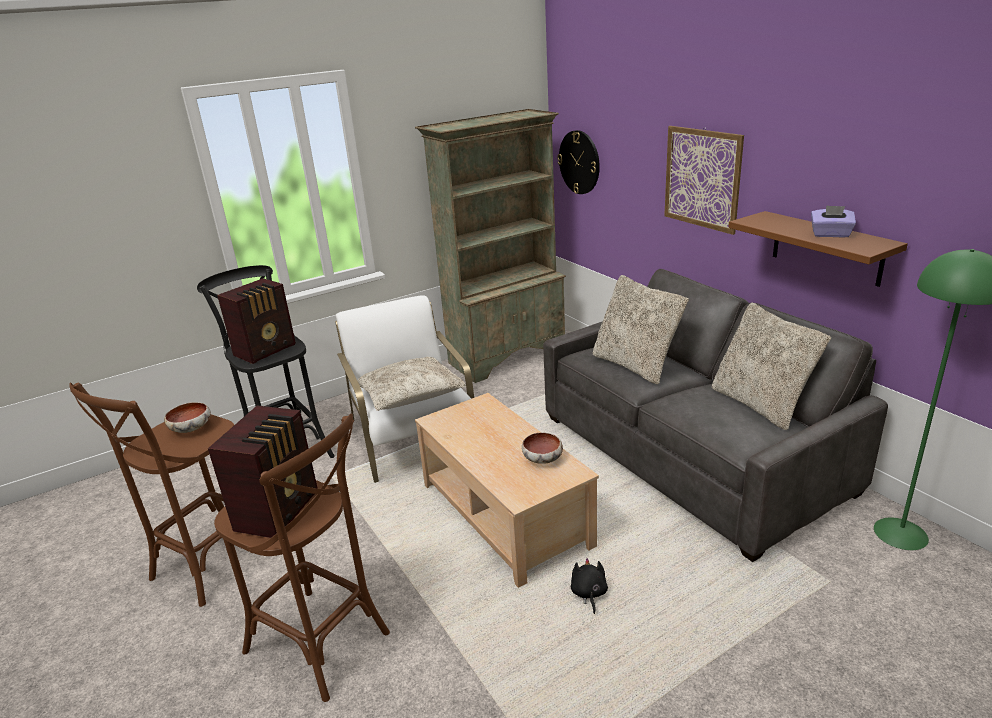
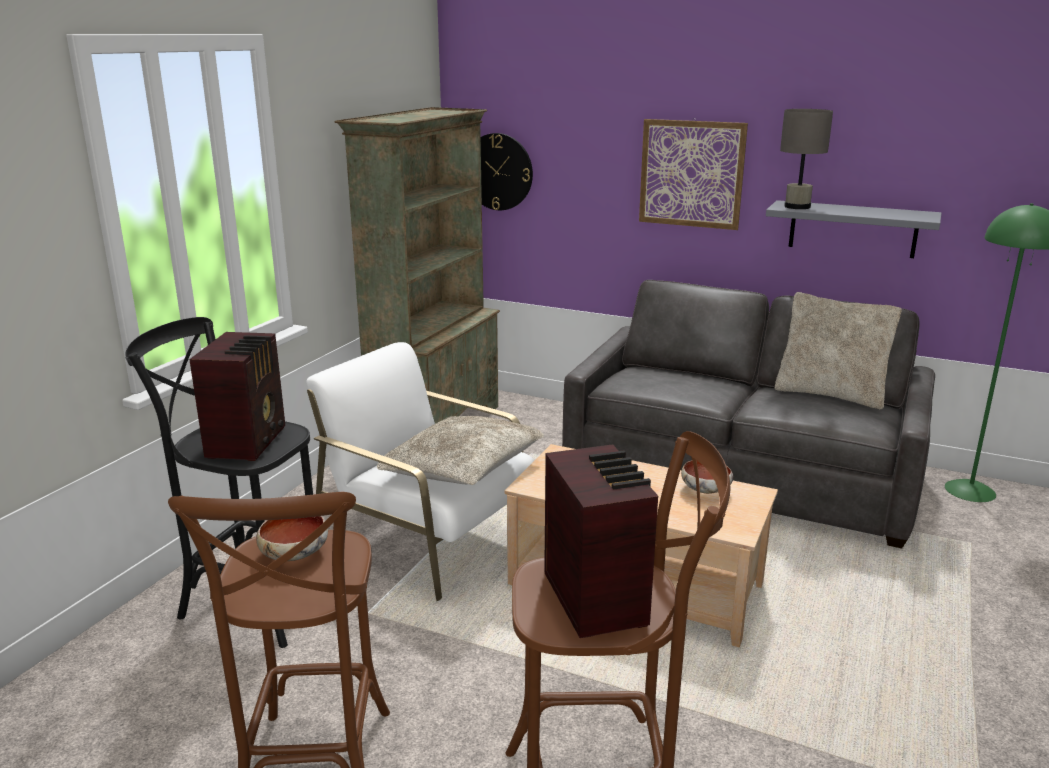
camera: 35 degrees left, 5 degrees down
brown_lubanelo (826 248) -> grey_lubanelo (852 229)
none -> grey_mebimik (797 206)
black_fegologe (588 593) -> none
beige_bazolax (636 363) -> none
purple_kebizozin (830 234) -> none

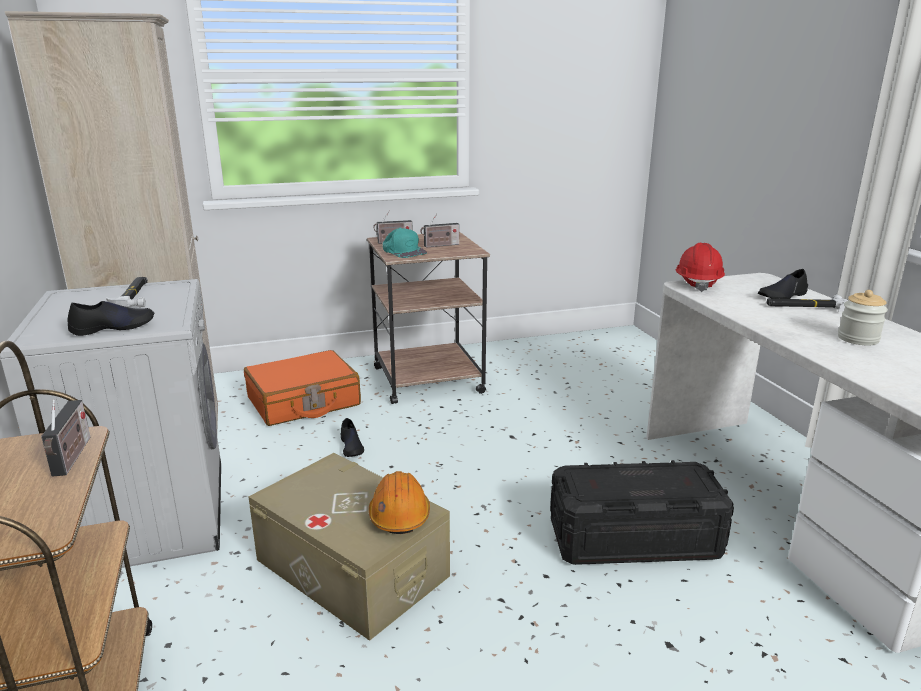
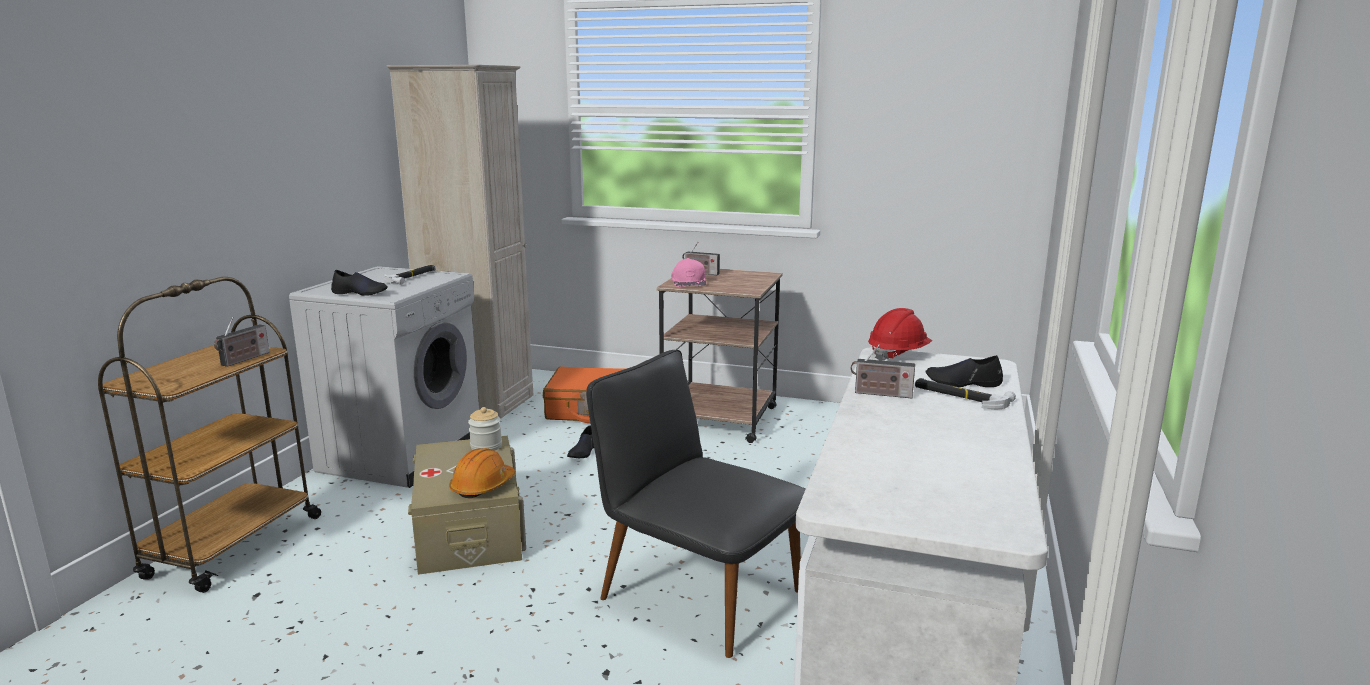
camera: 35 degrees right, 5 degrees down
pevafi (858 339) -> pevafi (486 446), relocated
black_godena (633 539) -> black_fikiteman (701 594)
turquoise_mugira (403 251) -> pink_mugira (689 282)
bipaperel (440 245) -> bipaperel (880 394), relocated

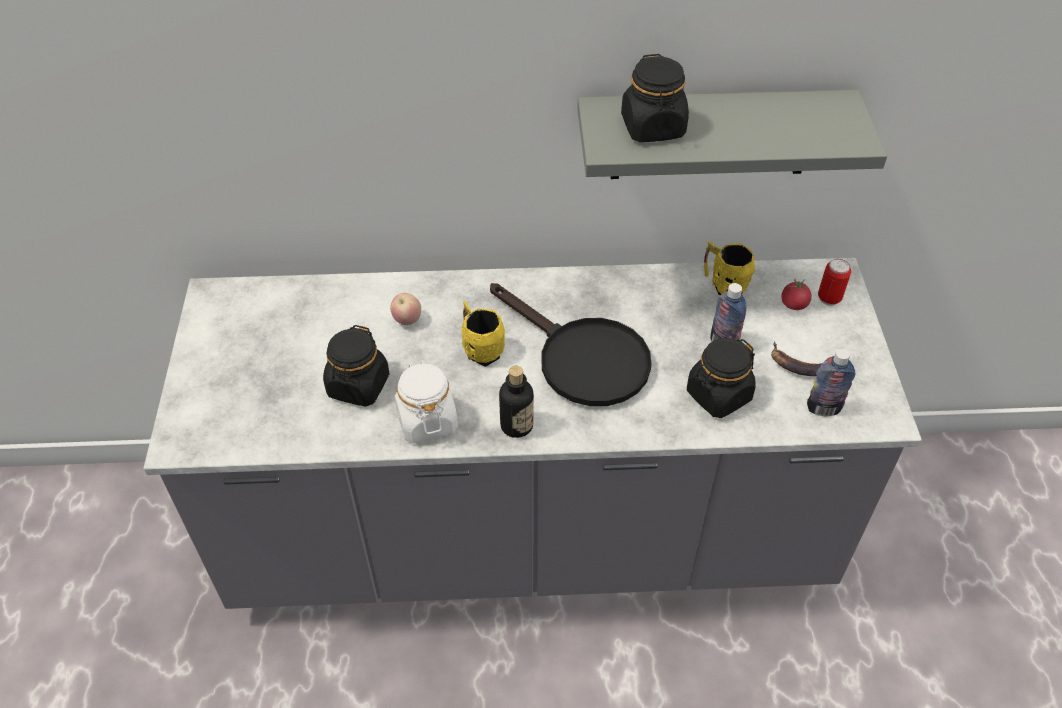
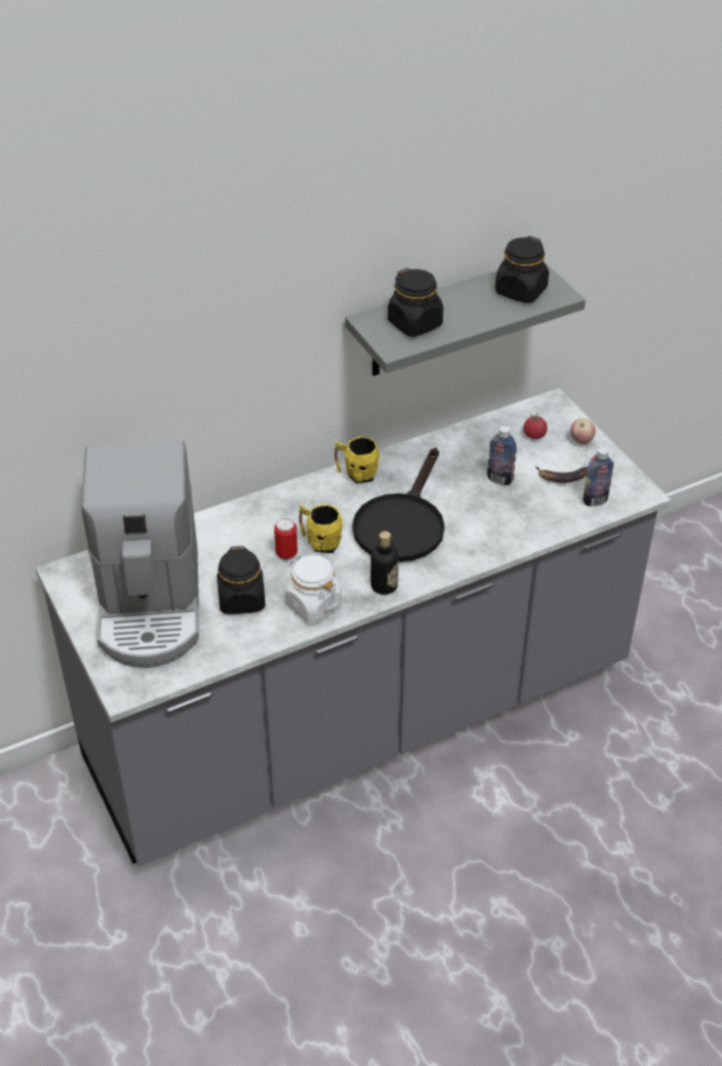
camera: 25 degrees left, 5 degrees down
none -> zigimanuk (151 604)
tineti (829 299) -> tineti (286 554), relocated
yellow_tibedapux (724 284) -> yellow_tibedapux (356 473), relocated
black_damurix (581 358) -> black_damurix (402 523), 90 degrees clockwise
black_pevafi (718 395) -> black_pevafi (520 291), relocated
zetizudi (407 320) -> zetizudi (581 441), relocated

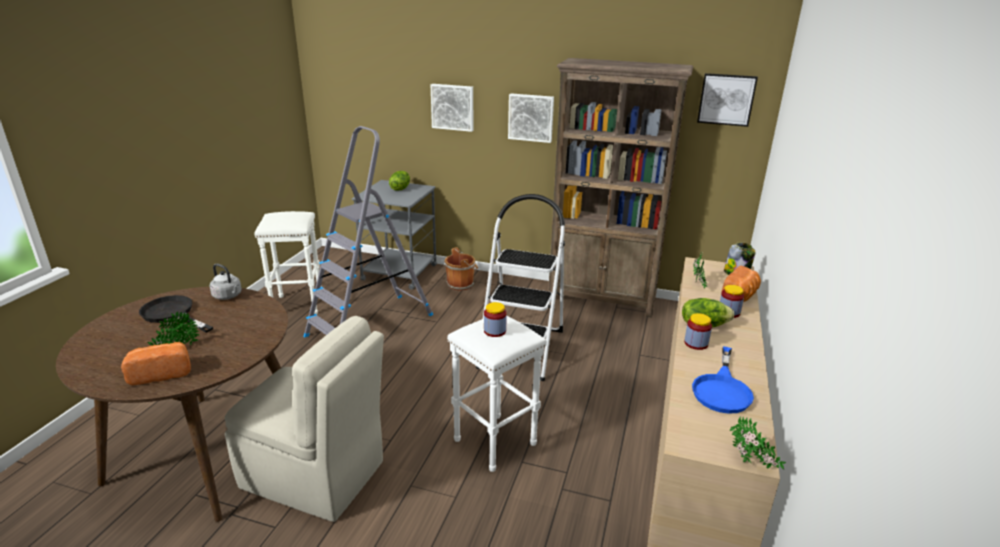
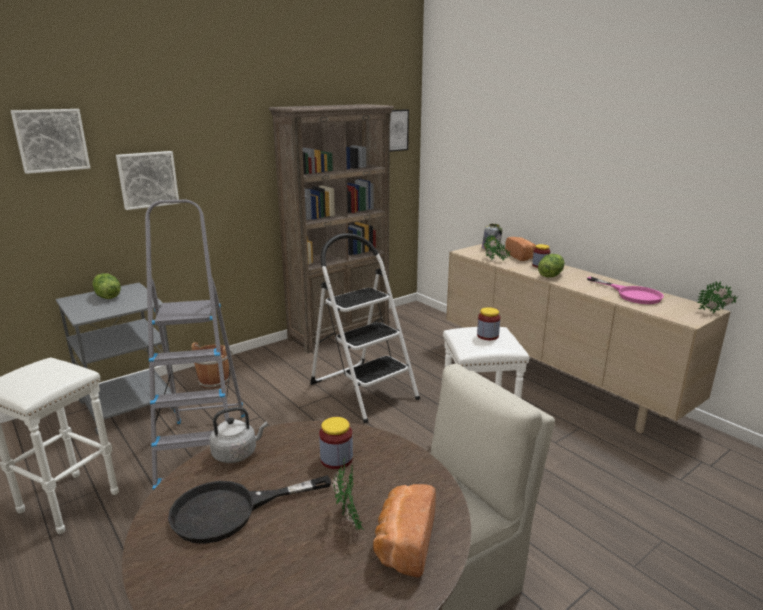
camera: 55 degrees left, 5 degrees down
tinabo (531 117) -> tinabo (51 140), relocated
pevafi (696 343) -> pevafi (336 459), relocated
blue_damurix (722 389) -> pink_damurix (632 294)

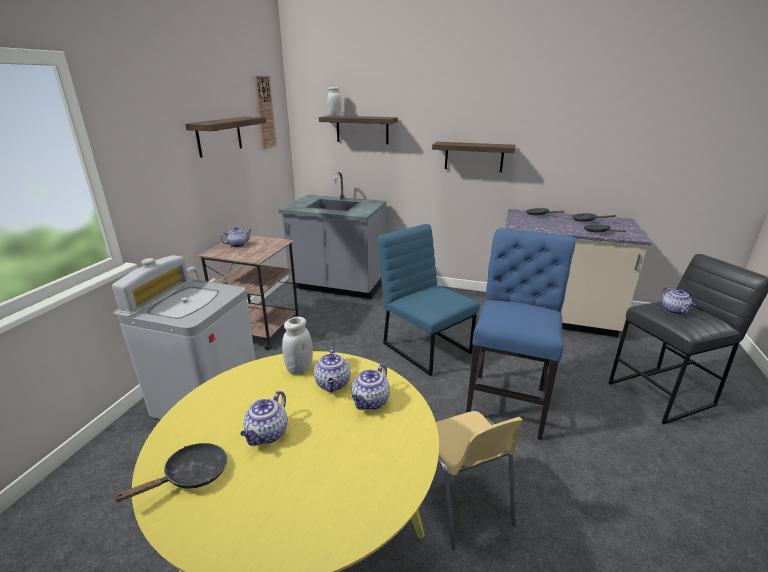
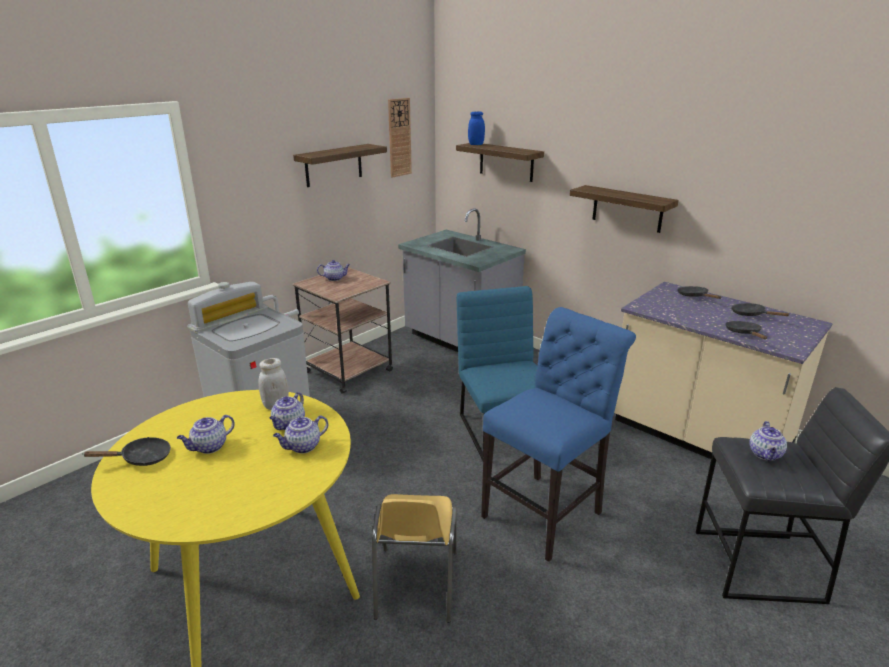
camera: 25 degrees right, 0 degrees up
white_pevafi (335 116) -> blue_pevafi (476 144)

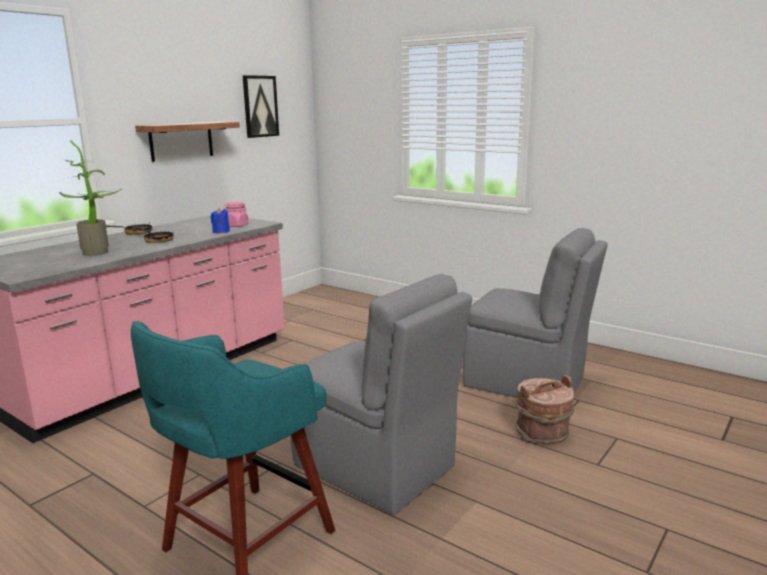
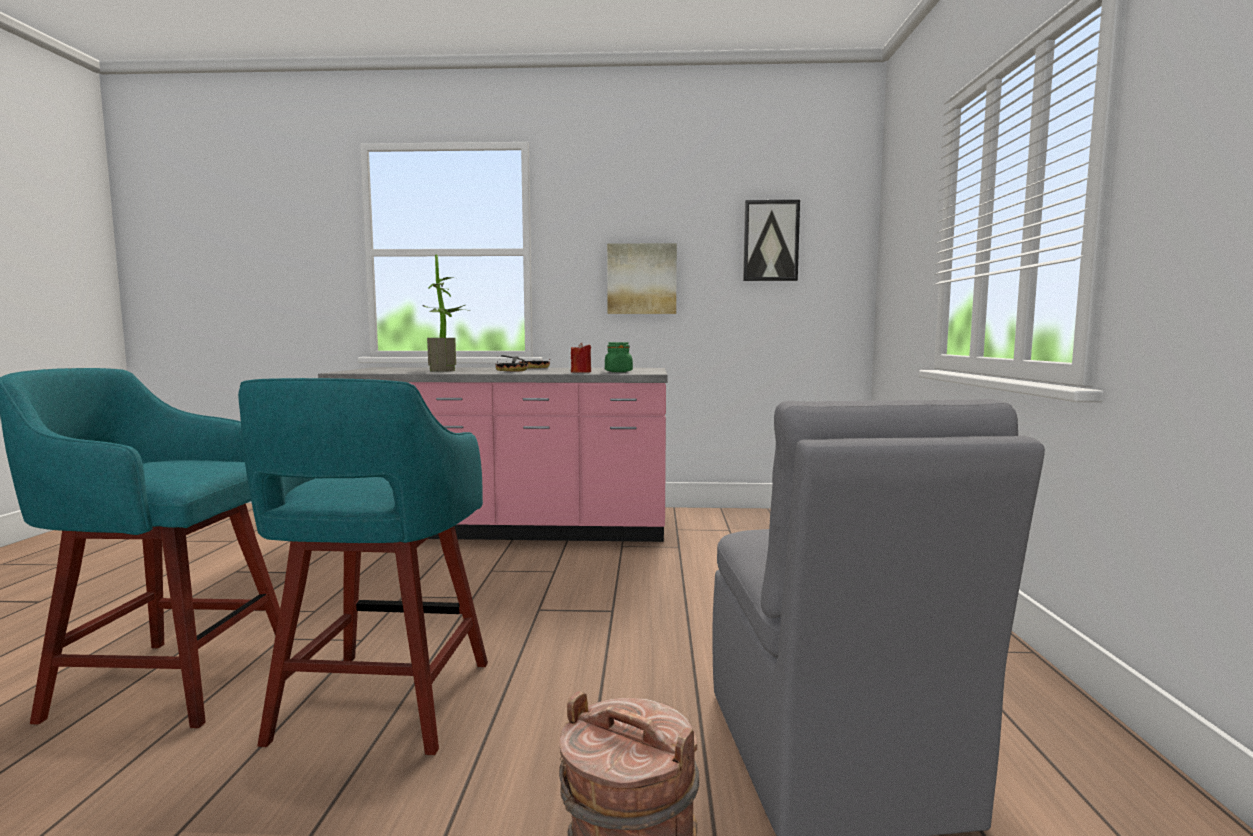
camera: 55 degrees right, 10 degrees down
grey_fikiteman (377 468) -> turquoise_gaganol (381 705)
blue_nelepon (221 232) -> red_nelepon (581 372)
pink_pevafi (236 225) -> green_pevafi (618 371)
lubanelo (181 141) -> tinabo (641 279)

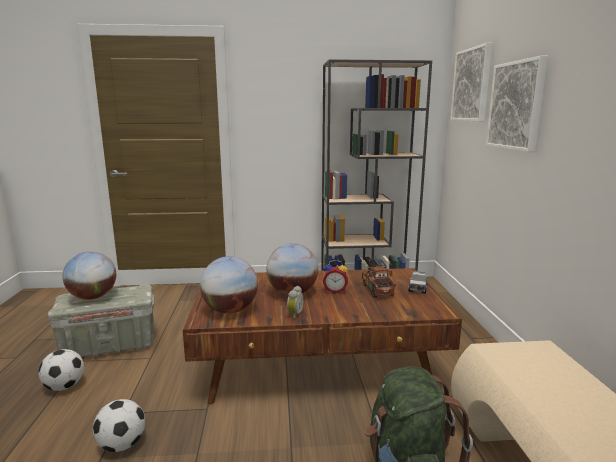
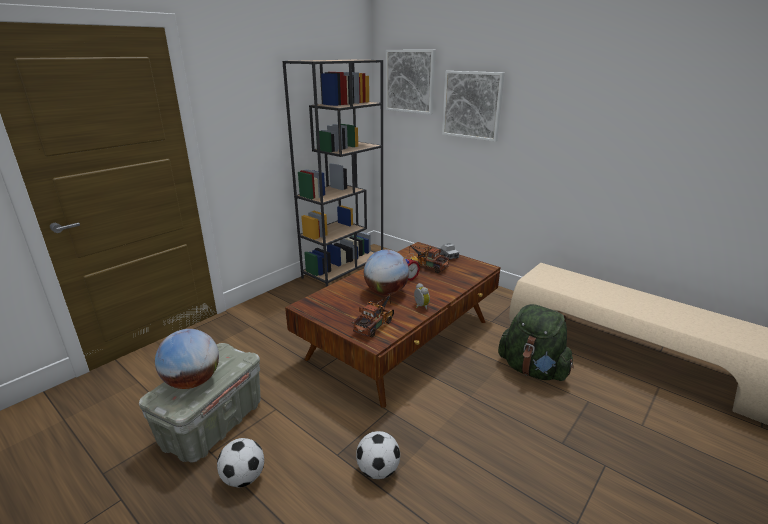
camera: 45 degrees left, 10 degrees up
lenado (230 310) -> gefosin (376 324)

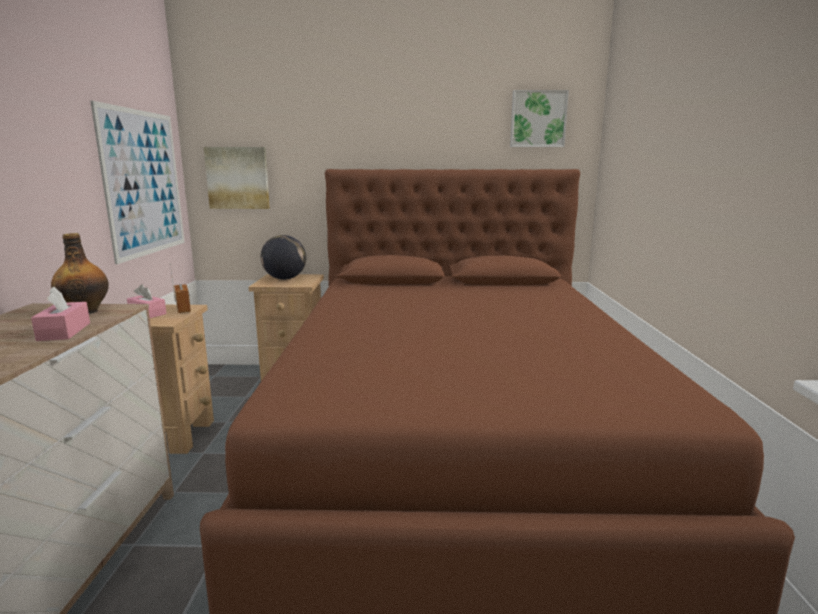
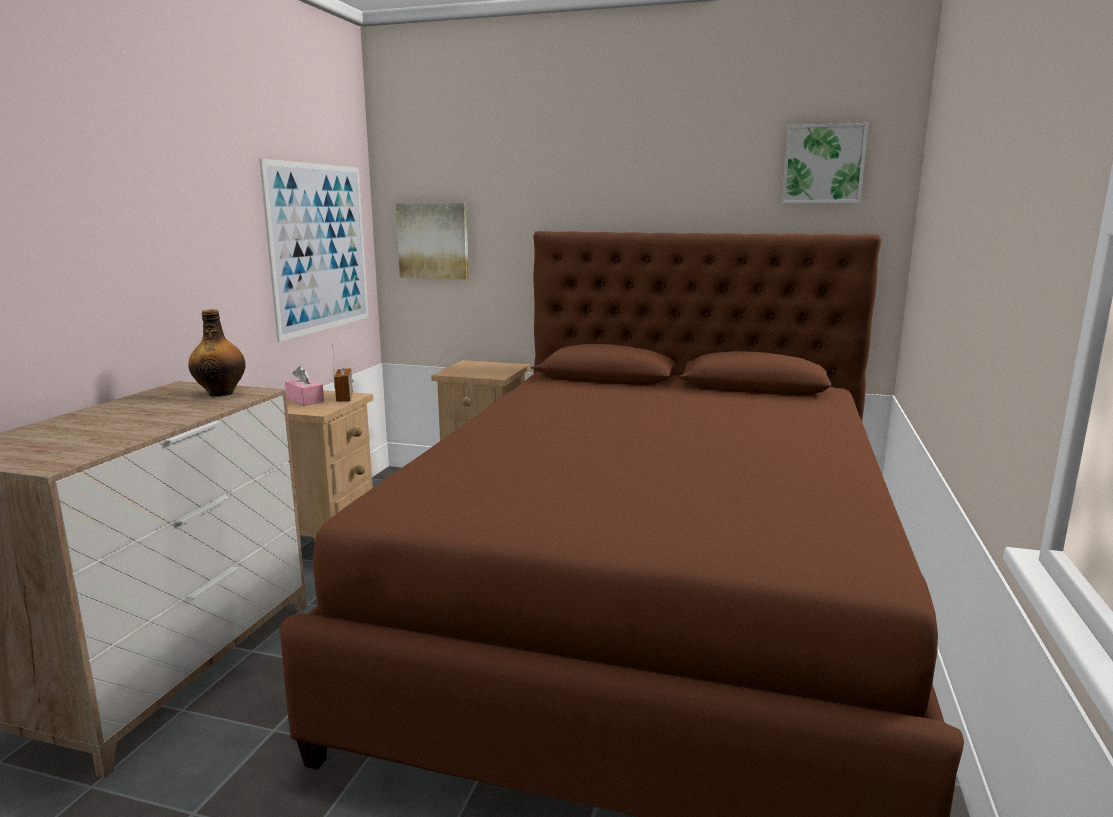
camera: 15 degrees right, 0 degrees up
pink_kebizozin (64 331) -> none
lenado (285 279) -> none

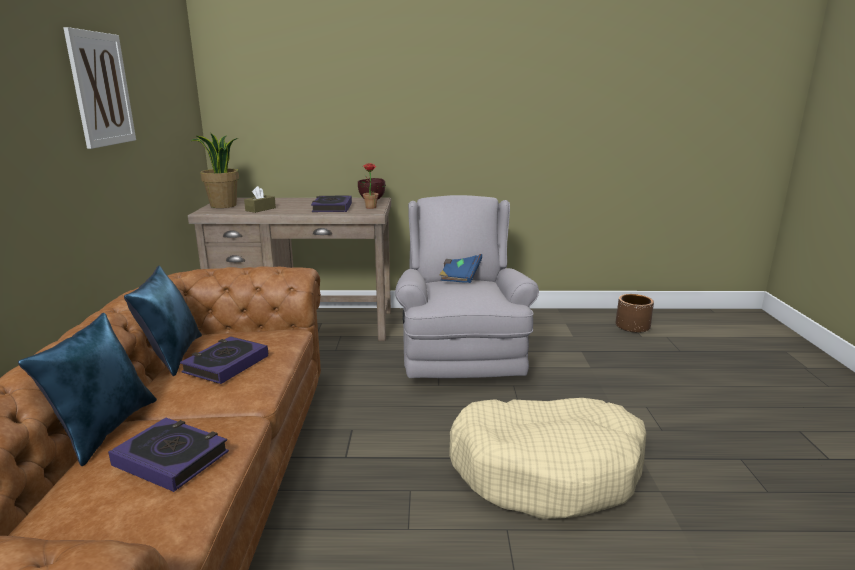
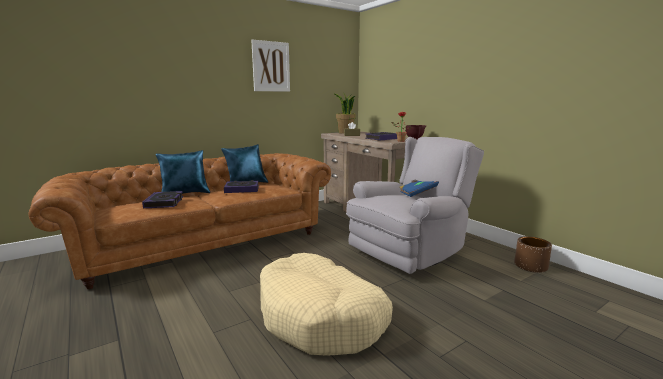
camera: 55 degrees right, 5 degrees down
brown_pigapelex (632 327) -> brown_pigapelex (530 266), relocated

